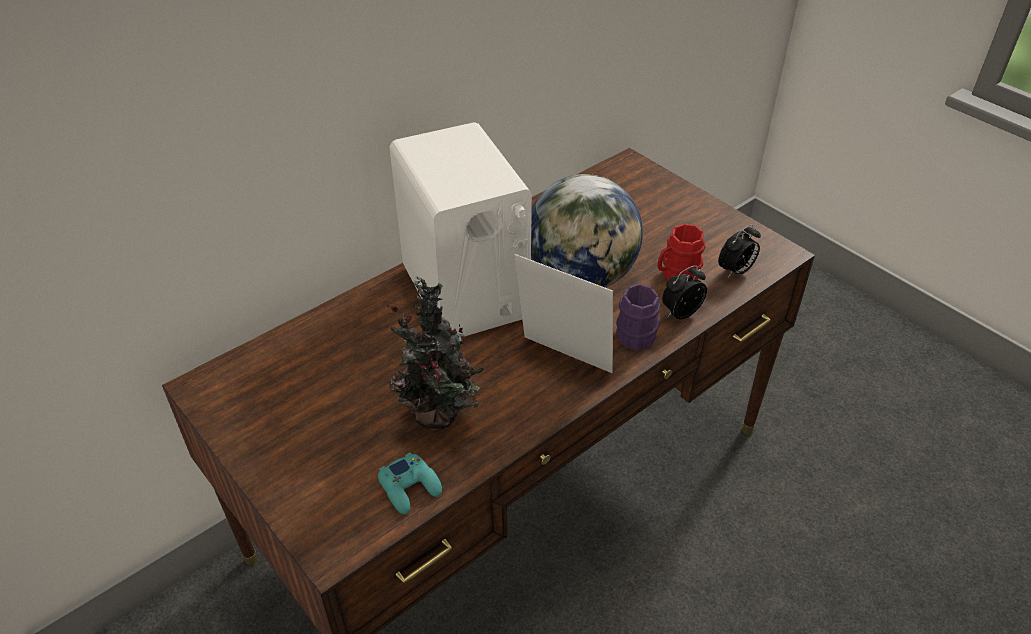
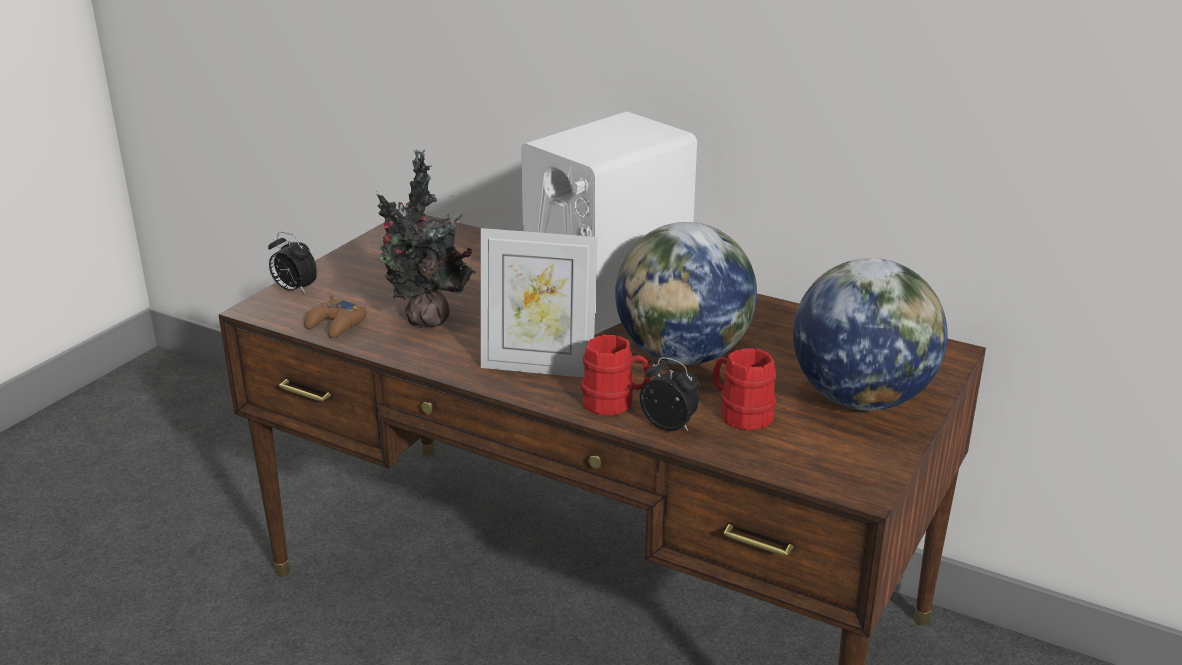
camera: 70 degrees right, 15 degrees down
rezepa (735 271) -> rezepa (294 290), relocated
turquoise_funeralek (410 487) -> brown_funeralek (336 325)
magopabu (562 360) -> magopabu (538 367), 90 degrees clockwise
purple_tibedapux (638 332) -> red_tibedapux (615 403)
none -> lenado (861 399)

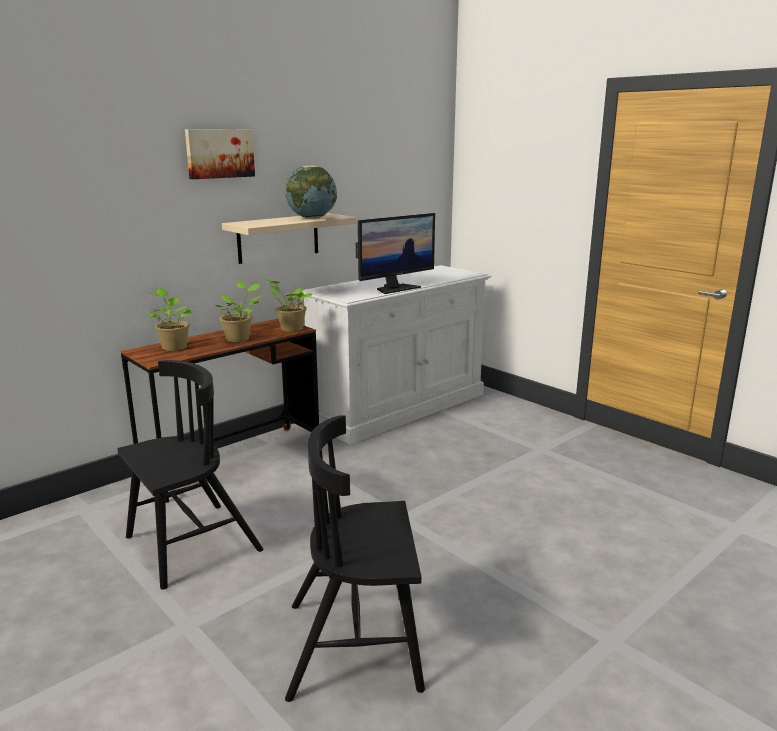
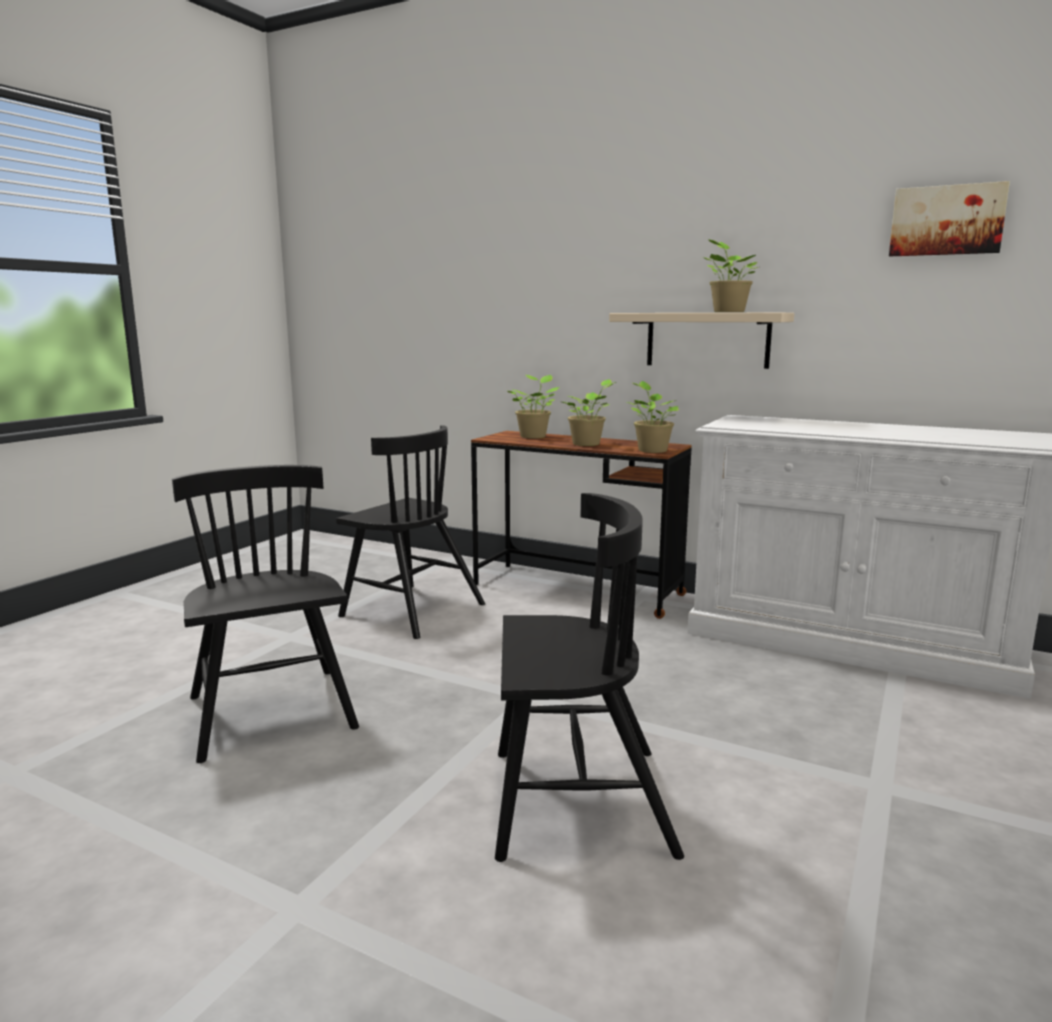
camera: 70 degrees right, 5 degrees down
none -> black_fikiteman (568 800)
lenado (312 218) -> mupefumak (727 312)
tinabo (219 153) -> tinabo (946 220), relocated
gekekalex (395 288) -> none

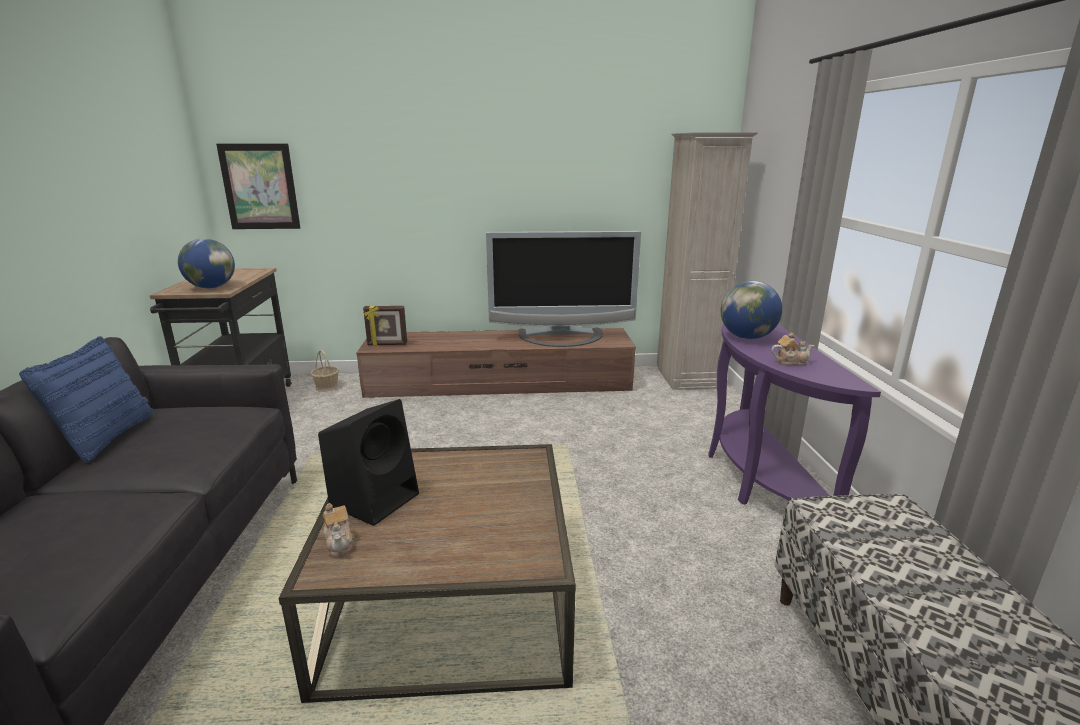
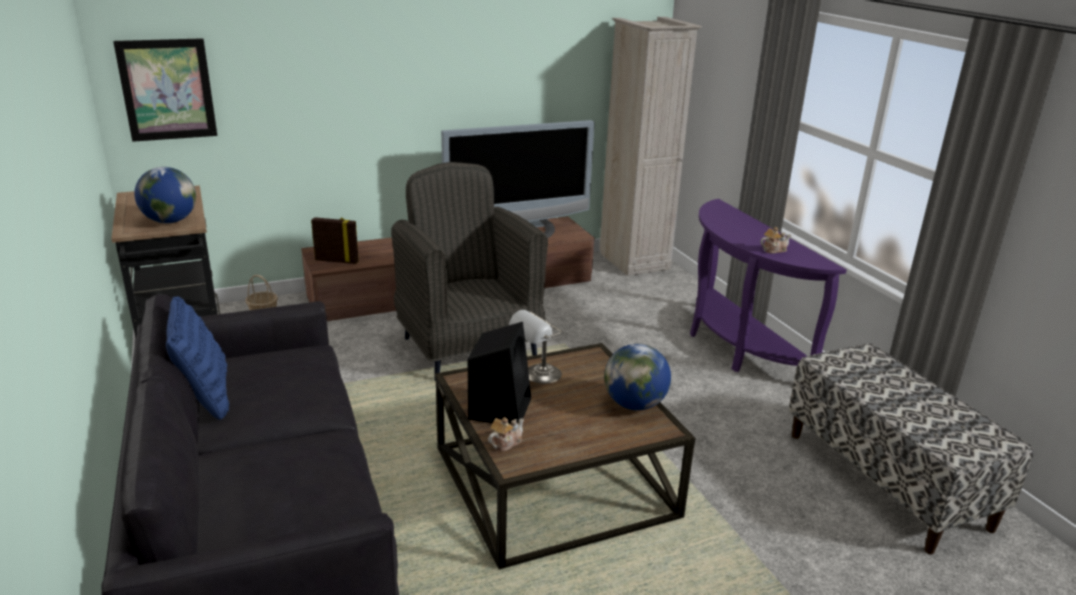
camera: 20 degrees left, 5 degrees up
magopabu (387 344) -> magopabu (337 261), 150 degrees counterclockwise
none -> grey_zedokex (468 347)
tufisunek (340 542) -> tufisunek (505 443), 90 degrees counterclockwise
none -> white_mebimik (537 376)
lenado (747 337) -> lenado (634 404), relocated

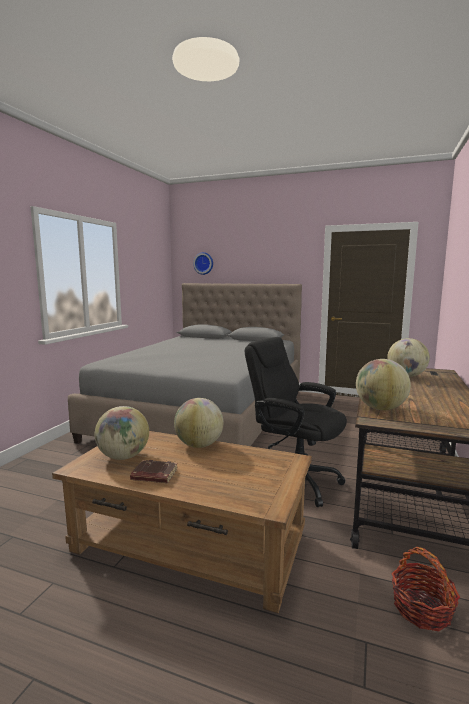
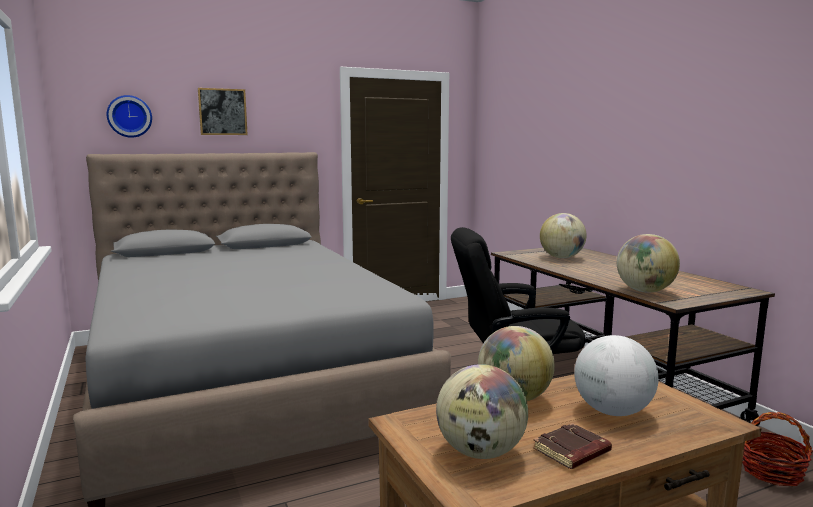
camera: 45 degrees left, 0 degrees up
none -> tinabo (222 112)
none -> lenado (612 411)

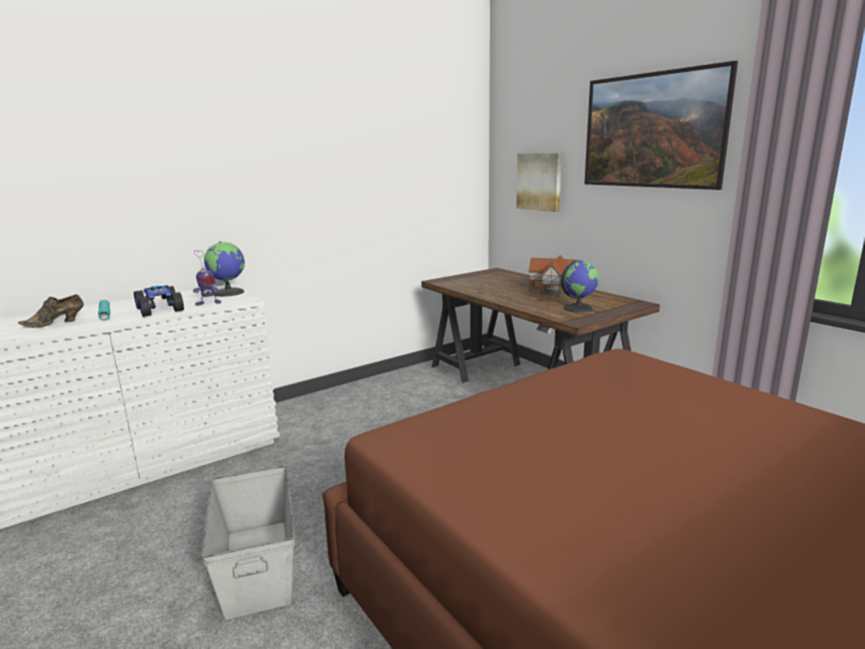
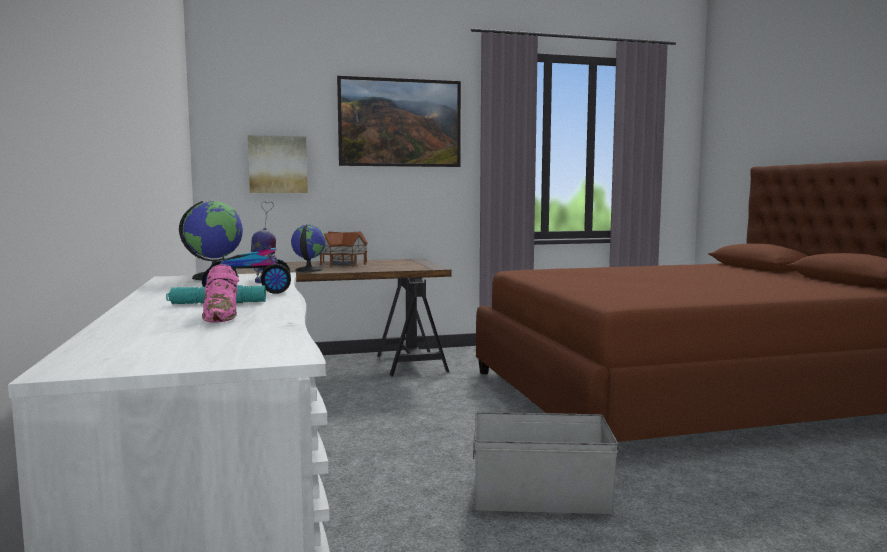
camera: 70 degrees left, 10 degrees down
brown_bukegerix (57 323) -> pink_bukegerix (222 315)
lenado (578 308) -> lenado (308 270), relocated

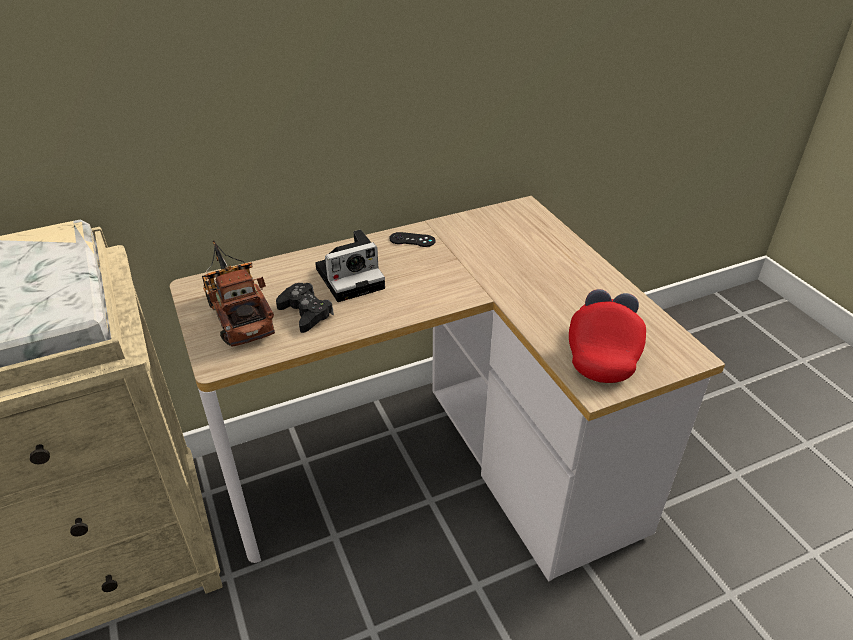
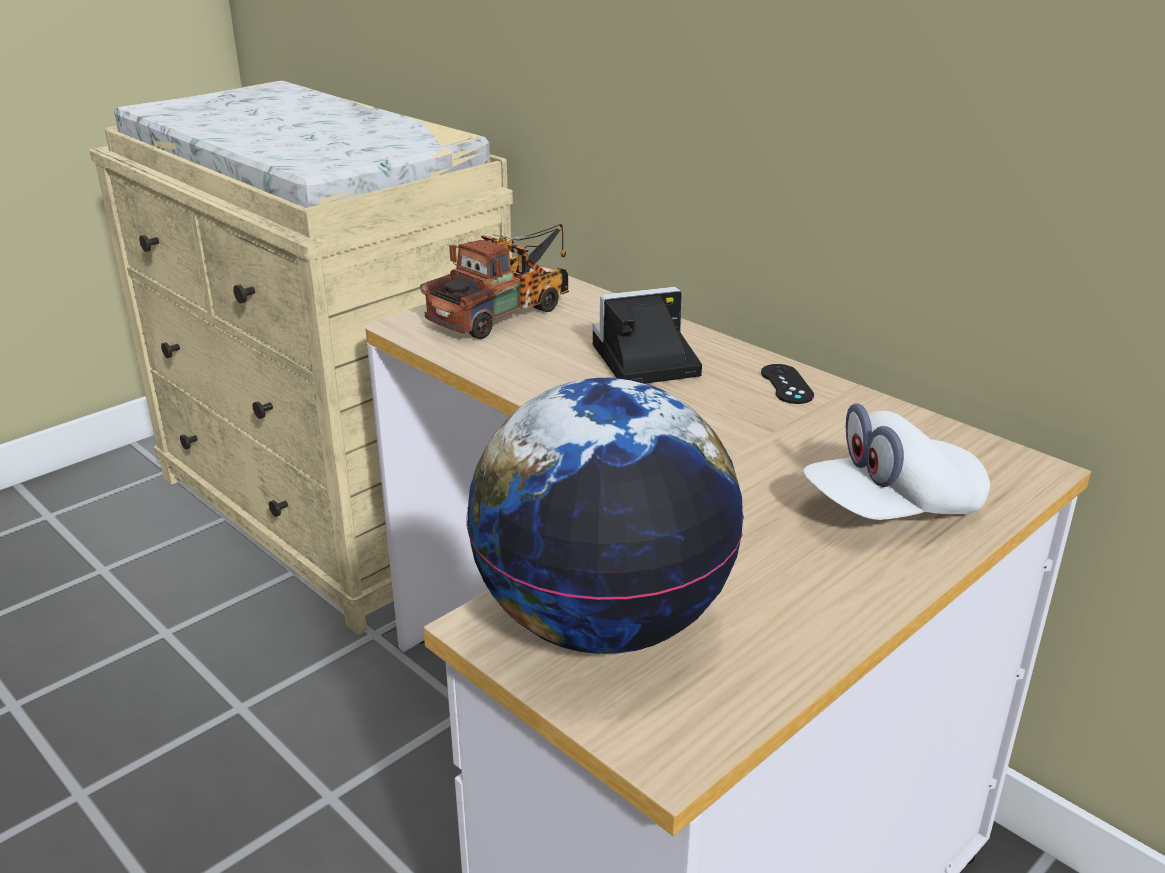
camera: 70 degrees right, 10 degrees down
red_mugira (602 352) -> lenado (603 621)
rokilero (352 277) -> rokilero (641 361), 120 degrees clockwise
none -> white_mugira (891 509)
black_funeralek (305 313) -> none

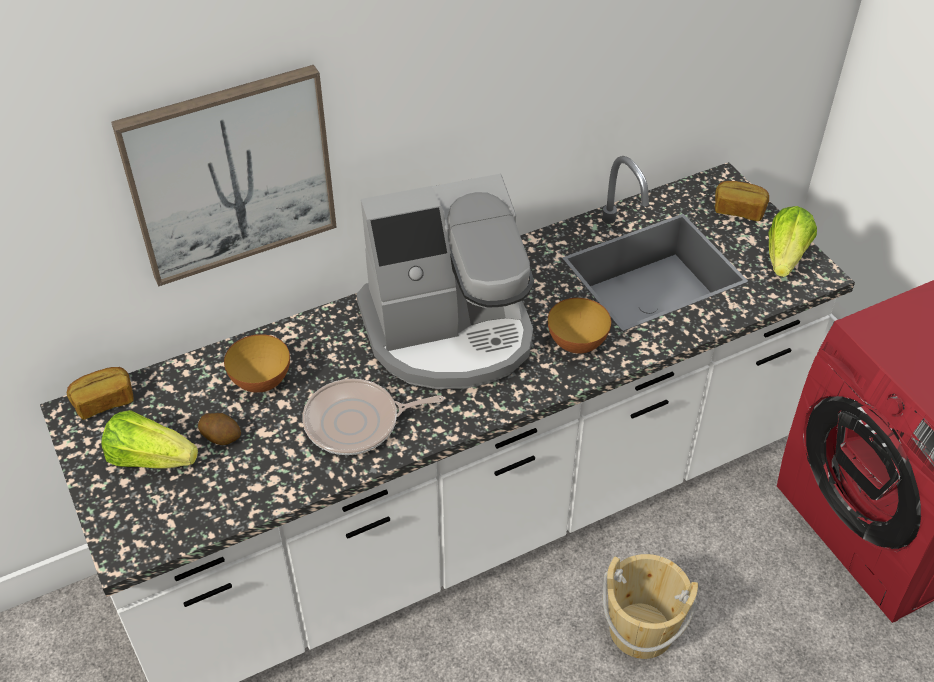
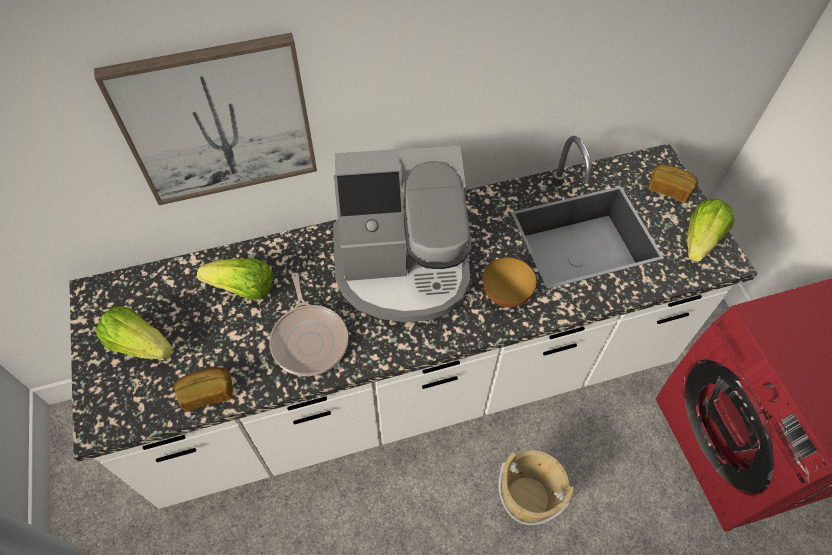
camera: 10 degrees right, 10 degrees up
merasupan (104 401) -> merasupan (207 392), relocated
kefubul (261 382) -> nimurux (243 289)
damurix (357 422) -> damurix (310 339), 105 degrees counterclockwise
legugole (221 436) -> none

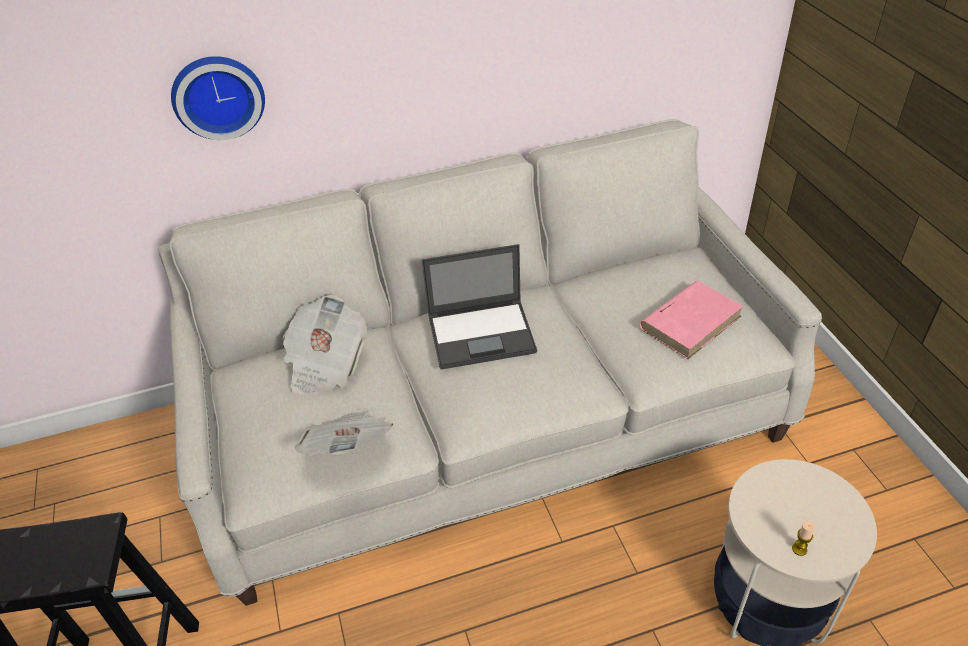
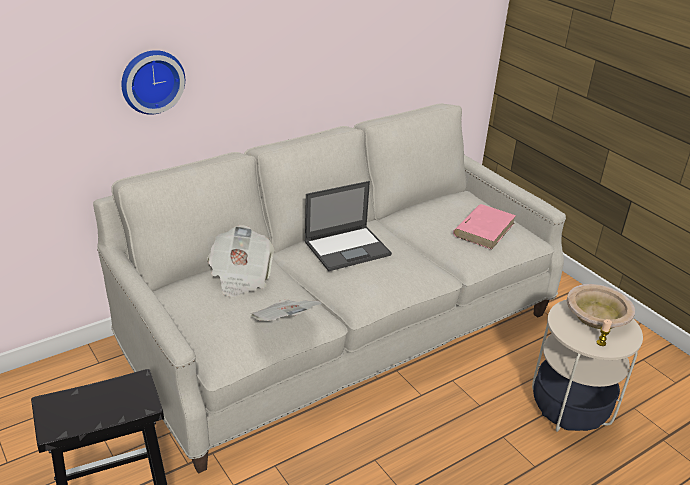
camera: 20 degrees left, 10 degrees down
none -> beige_kefubul (597 315)

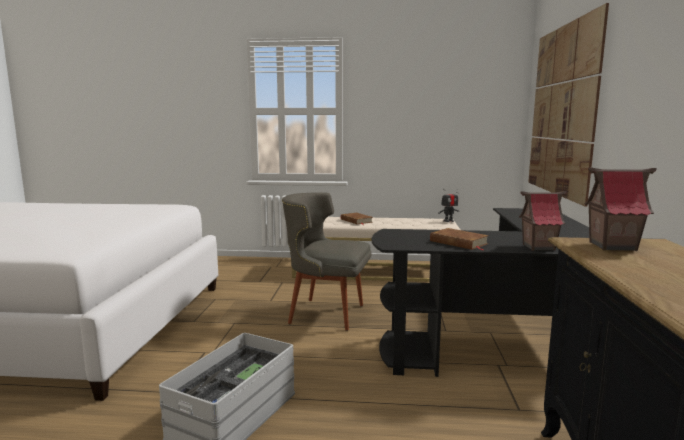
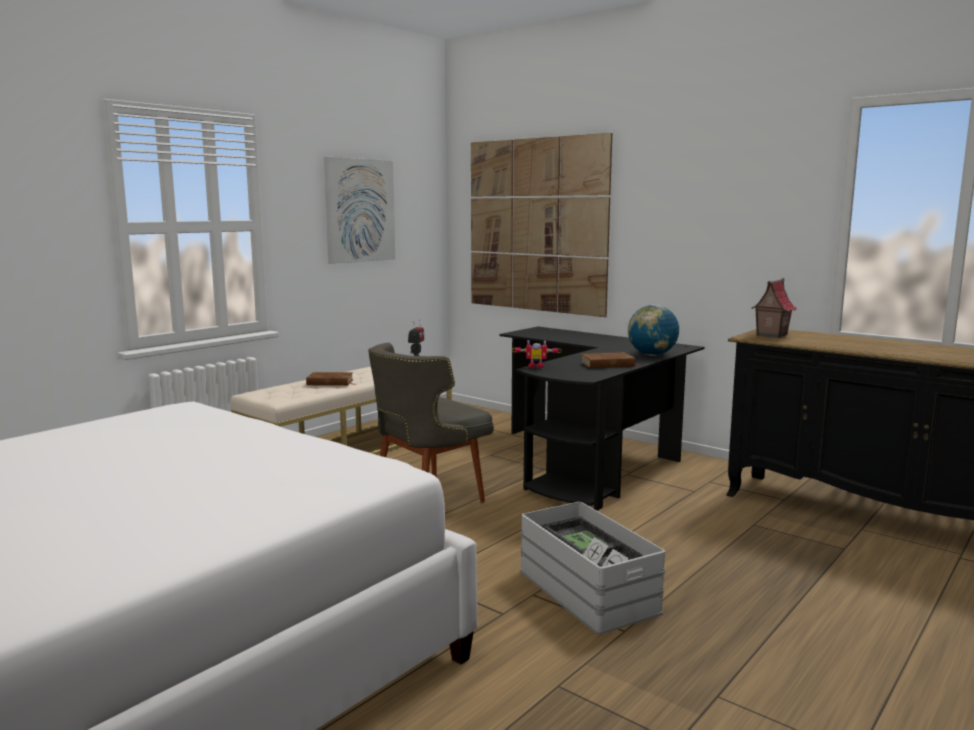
camera: 55 degrees left, 0 degrees up
none -> tinabo (360 210)
none -> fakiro (536 366)
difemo (538 247) -> lenado (652 355)

